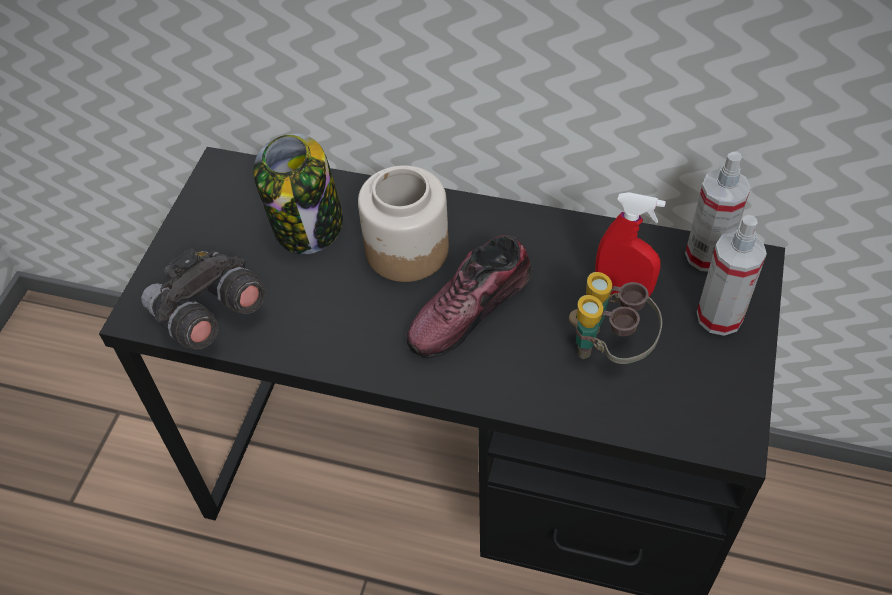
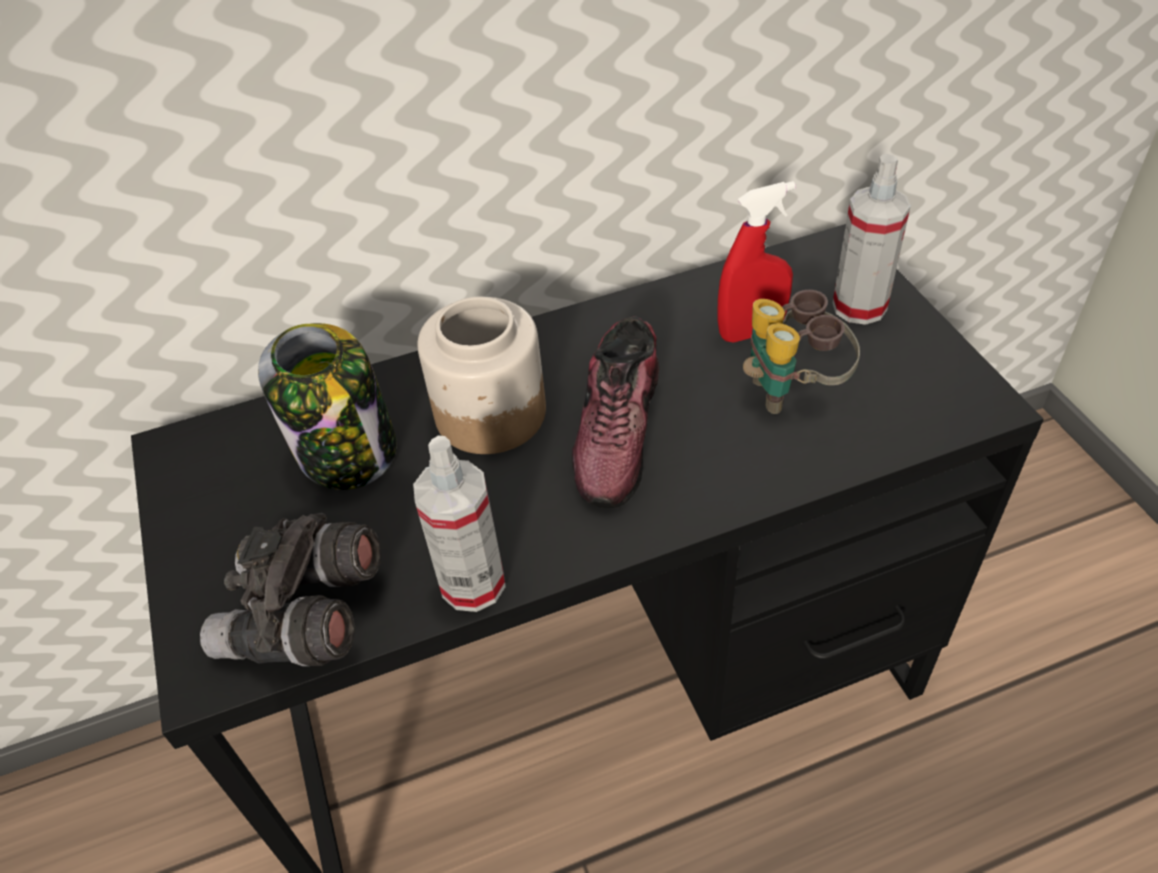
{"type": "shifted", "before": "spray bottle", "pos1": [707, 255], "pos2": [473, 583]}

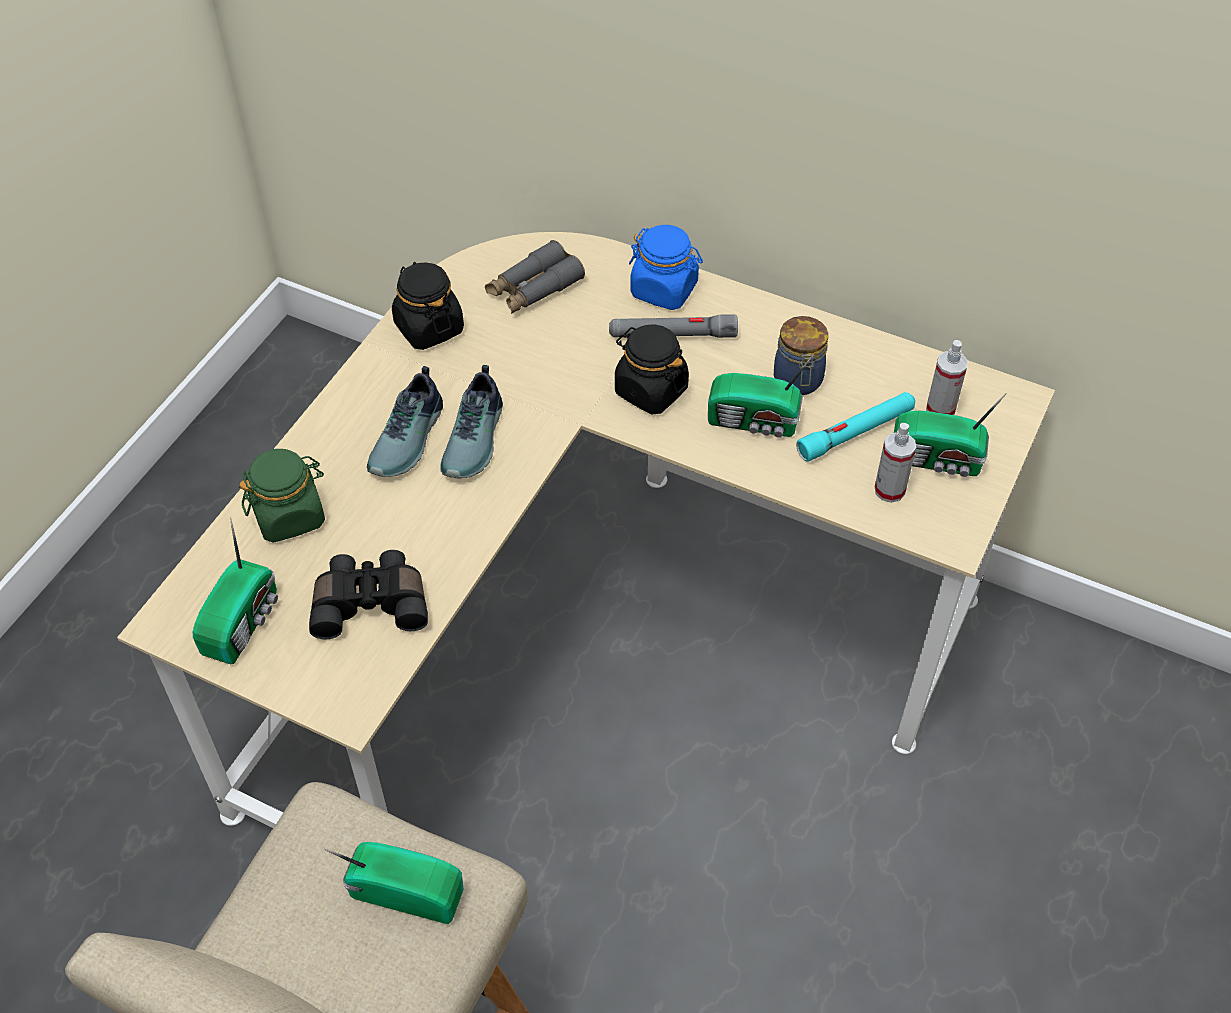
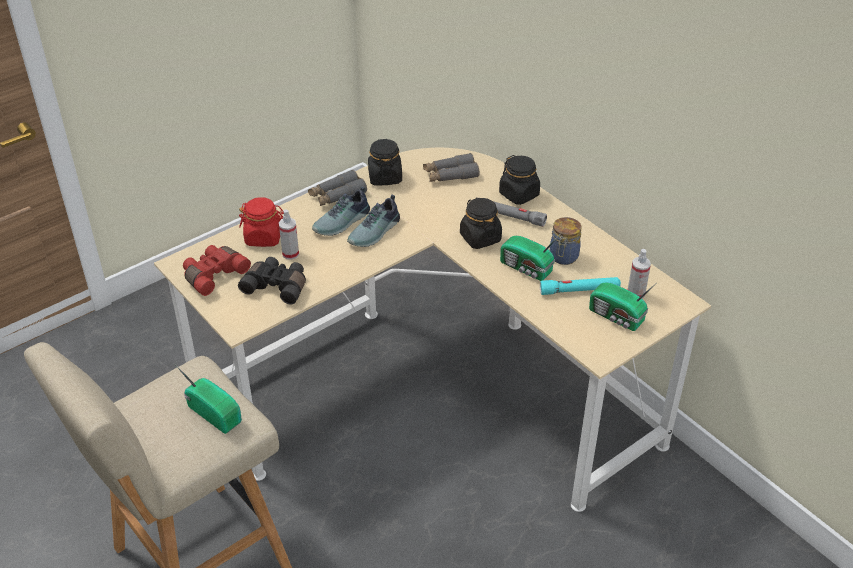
{"type": "swapped", "before": "radio", "after": "red binoculars", "pos1": [244, 621], "pos2": [213, 274]}
{"type": "repainted", "before": "green jar", "after": "red jar", "pos1": [289, 515], "pos2": [264, 237]}
{"type": "shifted", "before": "spray bottle", "pos1": [889, 490], "pos2": [290, 254]}
{"type": "new", "after": "grey binoculars", "pos2": [337, 195]}
{"type": "repainted", "before": "blue jar", "after": "black jar", "pos1": [664, 290], "pos2": [519, 194]}

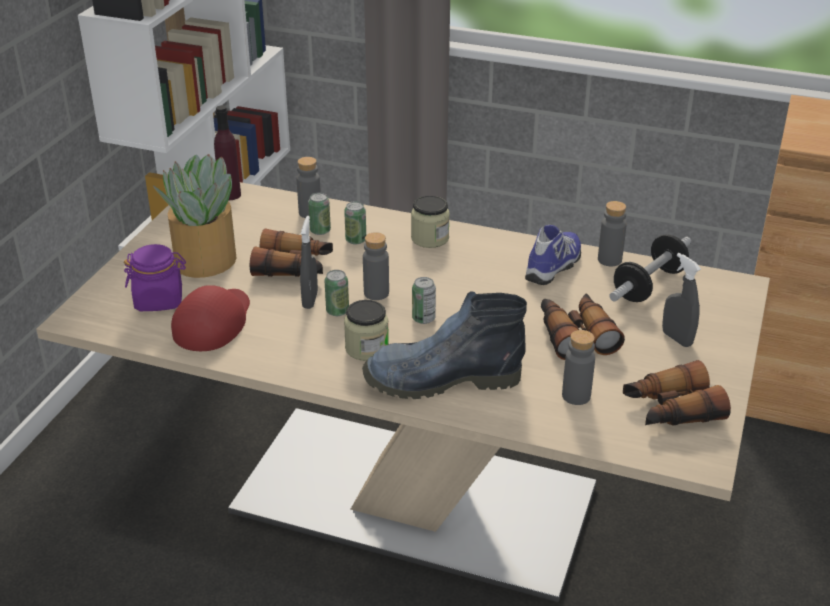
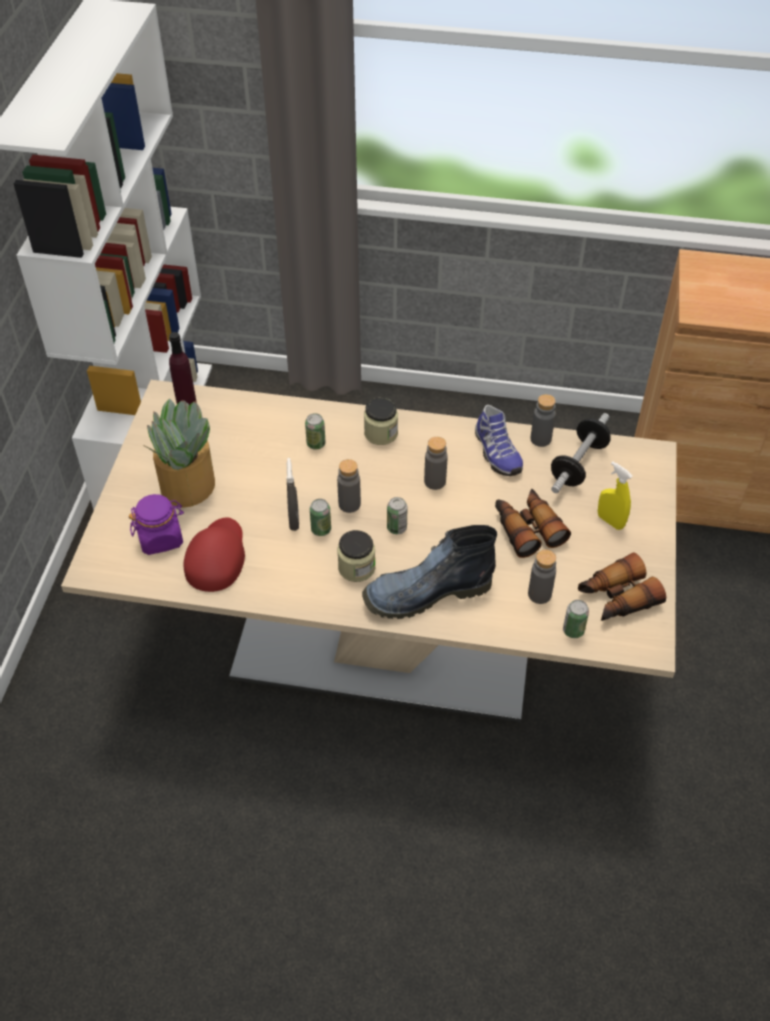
{"type": "shifted", "before": "grey bottle", "pos1": [310, 213], "pos2": [435, 481]}
{"type": "rotated", "before": "shoe", "pos1": [555, 266], "pos2": [495, 453], "turn": 135}
{"type": "shifted", "before": "can", "pos1": [320, 231], "pos2": [573, 630]}
{"type": "repainted", "before": "grey spray bottle", "after": "yellow spray bottle", "pos1": [677, 339], "pos2": [610, 521]}
{"type": "gone", "before": "binoculars", "pos1": [294, 267]}

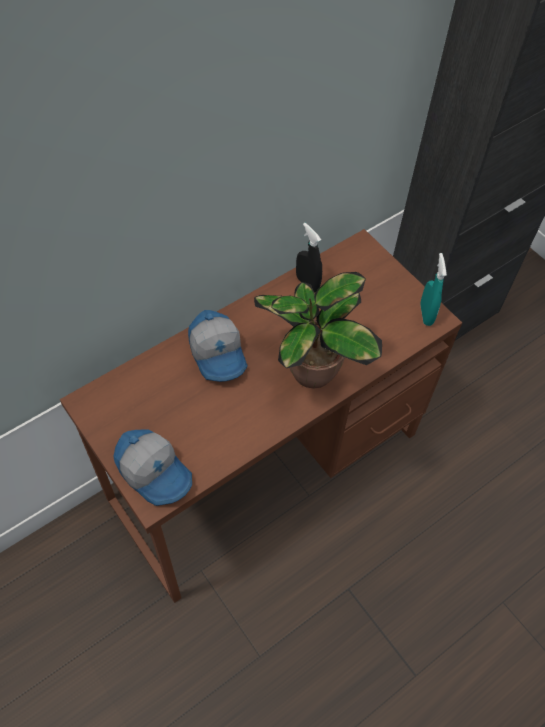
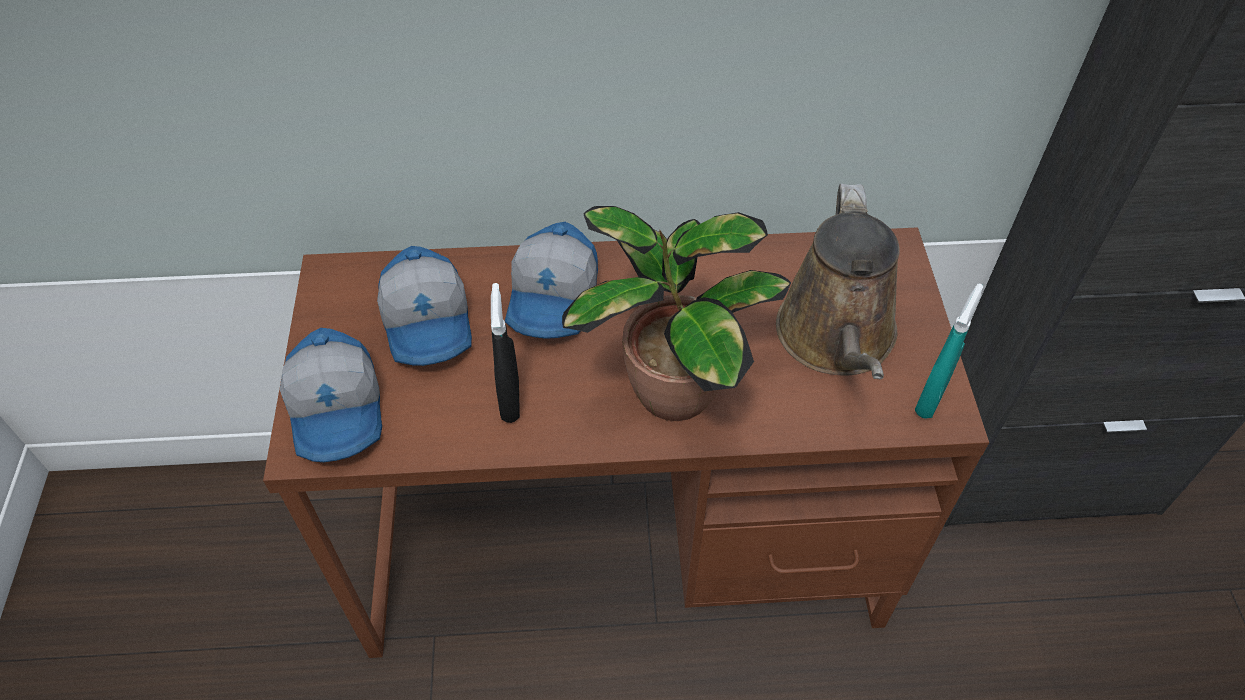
{"type": "new", "after": "cap", "pos2": [430, 323]}
{"type": "shifted", "before": "black spray bottle", "pos1": [307, 283], "pos2": [510, 400]}
{"type": "new", "after": "brown watering can", "pos2": [837, 339]}

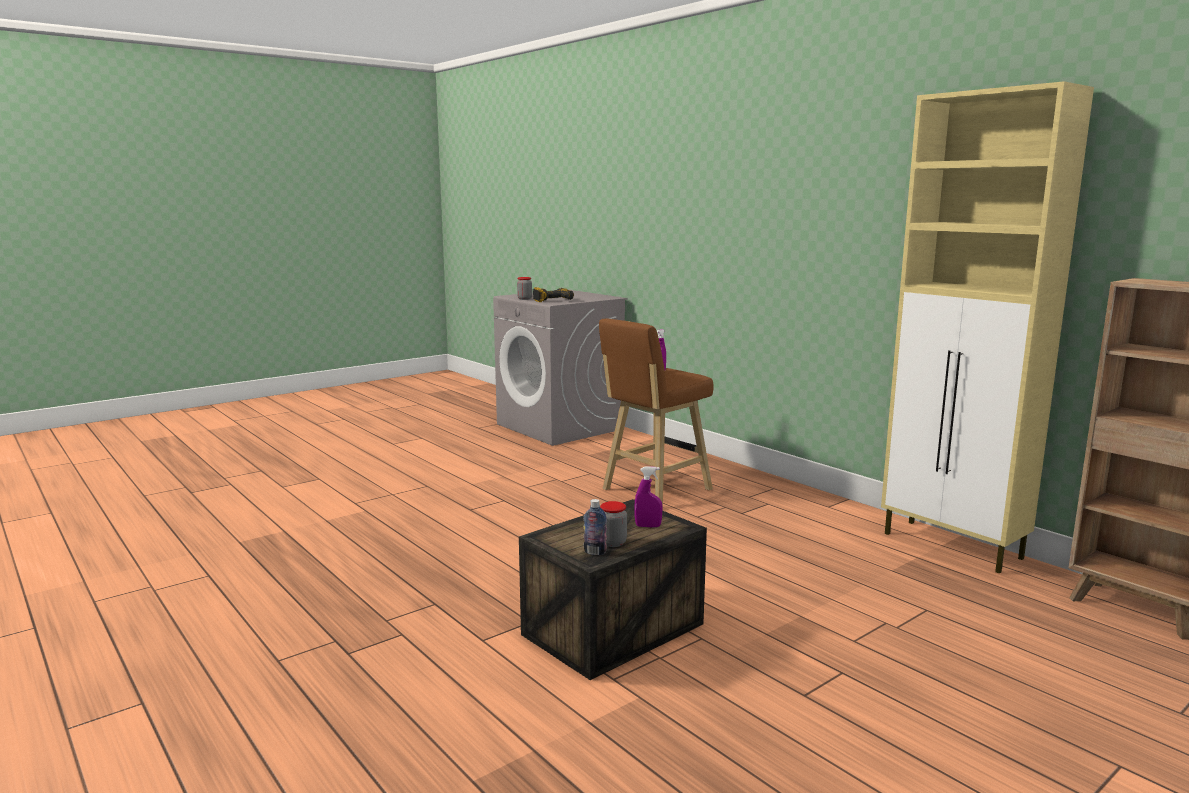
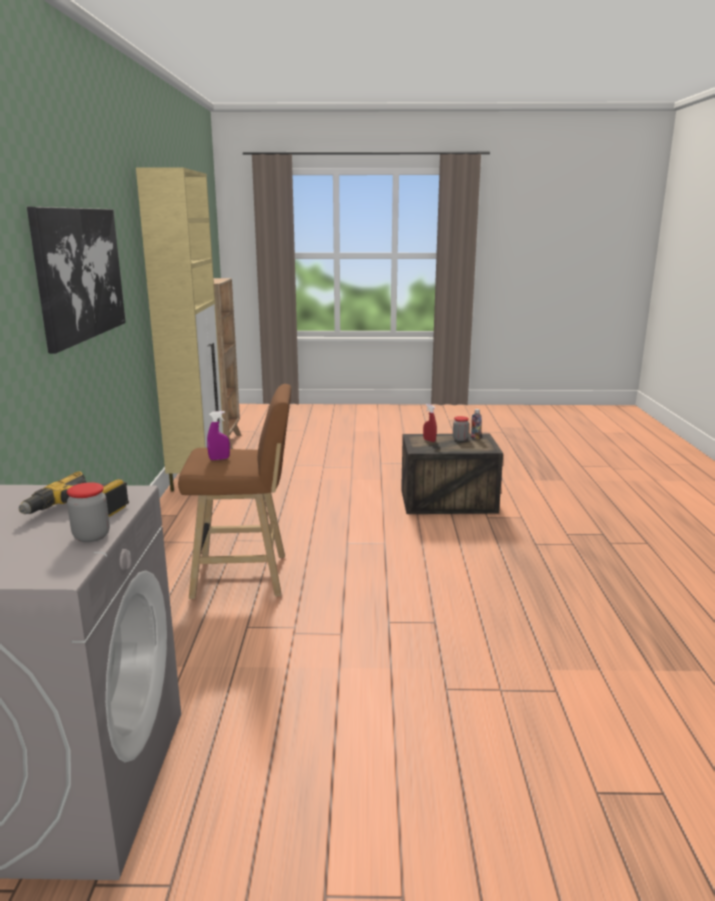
{"type": "new", "after": "picture", "pos2": [80, 274]}
{"type": "repainted", "before": "purple spray bottle", "after": "red spray bottle", "pos1": [648, 526], "pos2": [429, 440]}

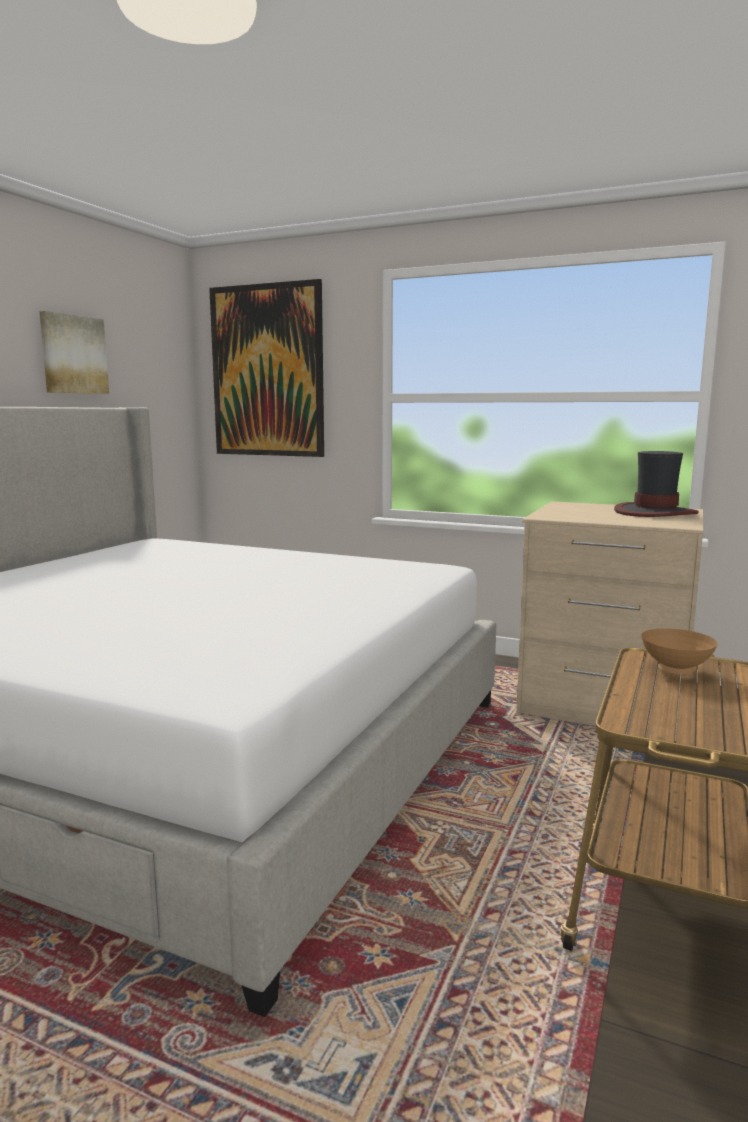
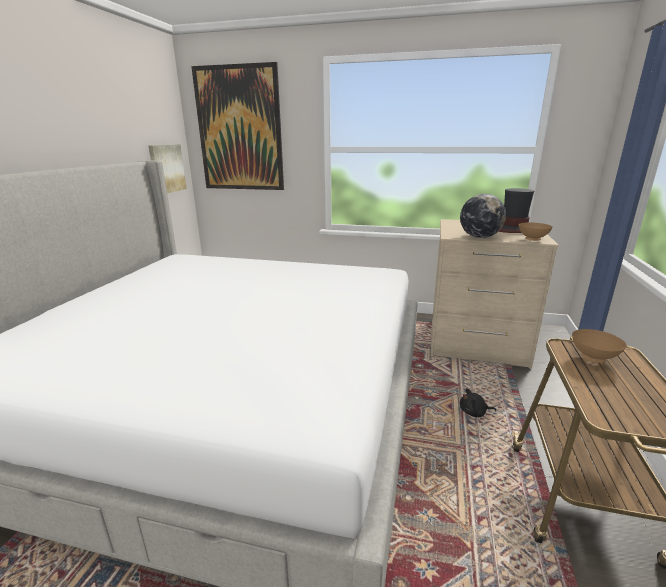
{"type": "shifted", "before": "picture", "pos1": [73, 354], "pos2": [167, 168]}
{"type": "new", "after": "globe", "pos2": [479, 237]}
{"type": "new", "after": "black plush toy", "pos2": [474, 412]}
{"type": "new", "after": "brown bowl", "pos2": [532, 240]}

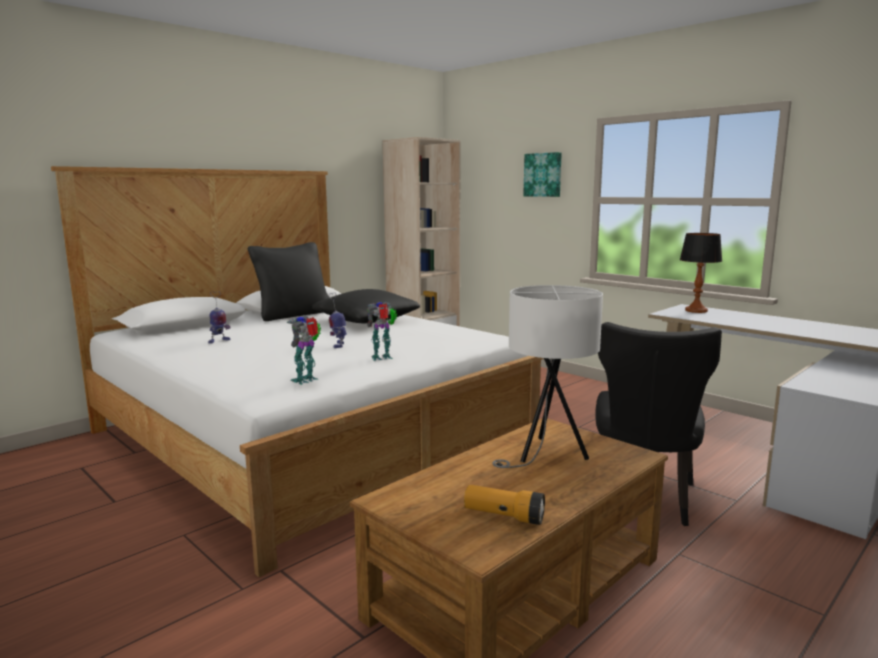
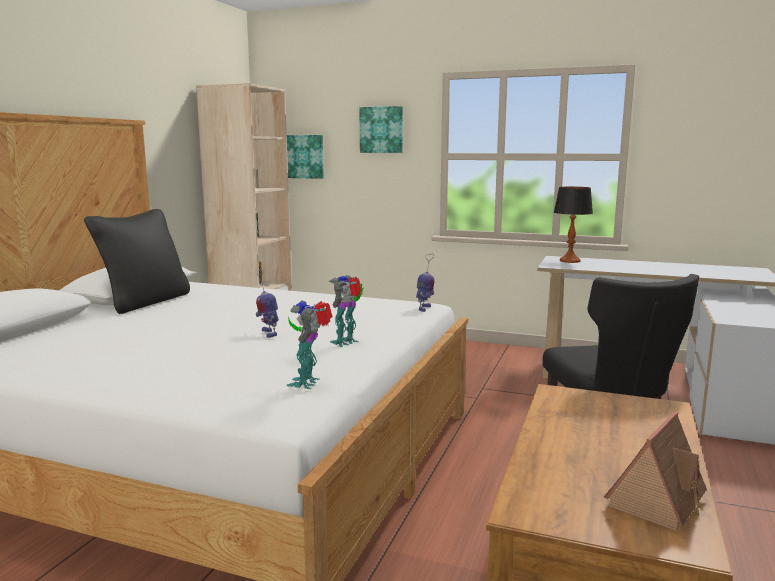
{"type": "new", "after": "picture", "pos2": [304, 156]}
{"type": "shifted", "before": "toy robot", "pos1": [218, 341], "pos2": [424, 308]}
{"type": "swapped", "before": "flashlight", "after": "toy house", "pos1": [504, 516], "pos2": [656, 499]}
{"type": "gone", "before": "black pillow", "pos1": [366, 321]}
{"type": "gone", "before": "white table lamp", "pos1": [546, 455]}

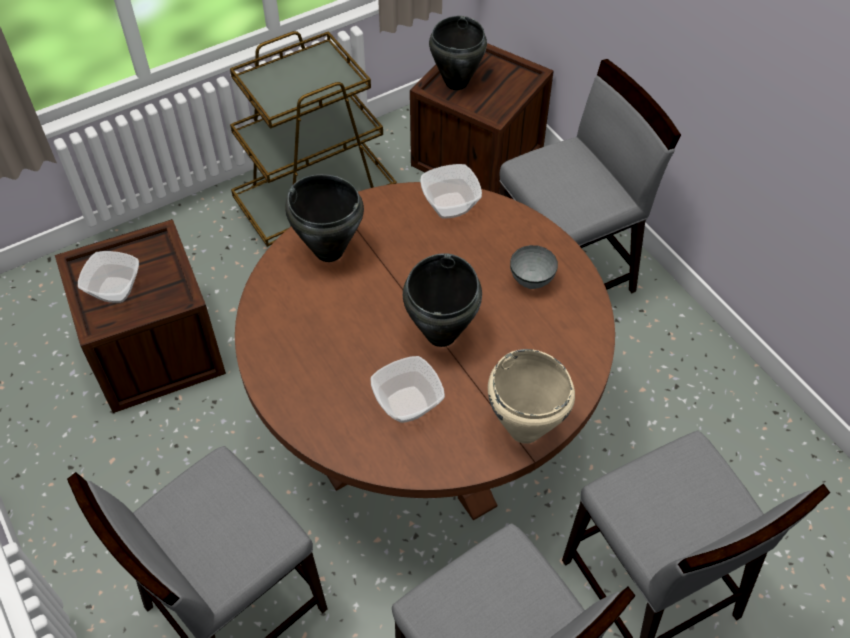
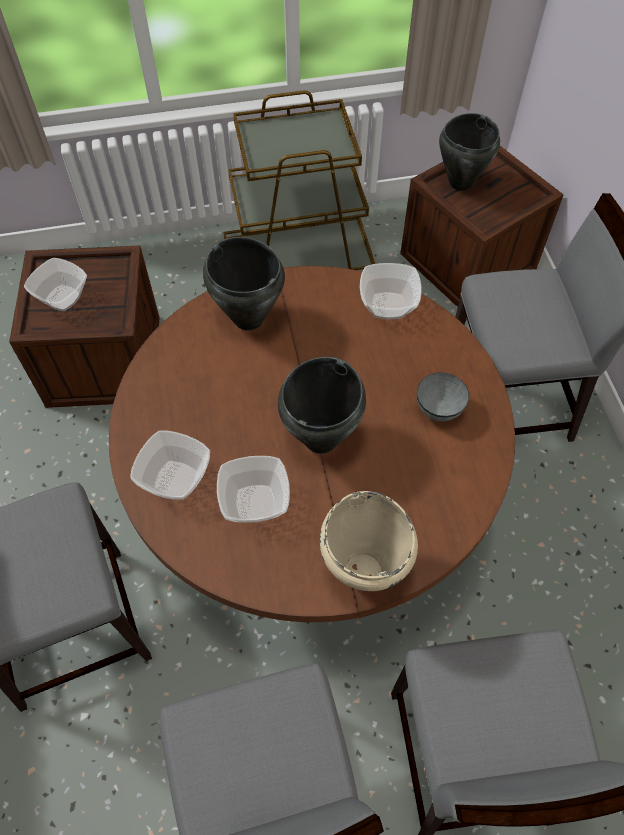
{"type": "new", "after": "bowl", "pos2": [177, 479]}

